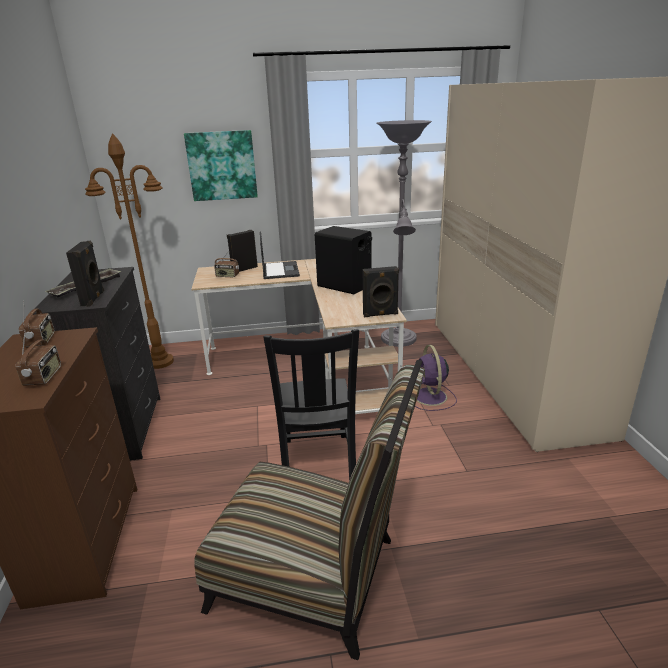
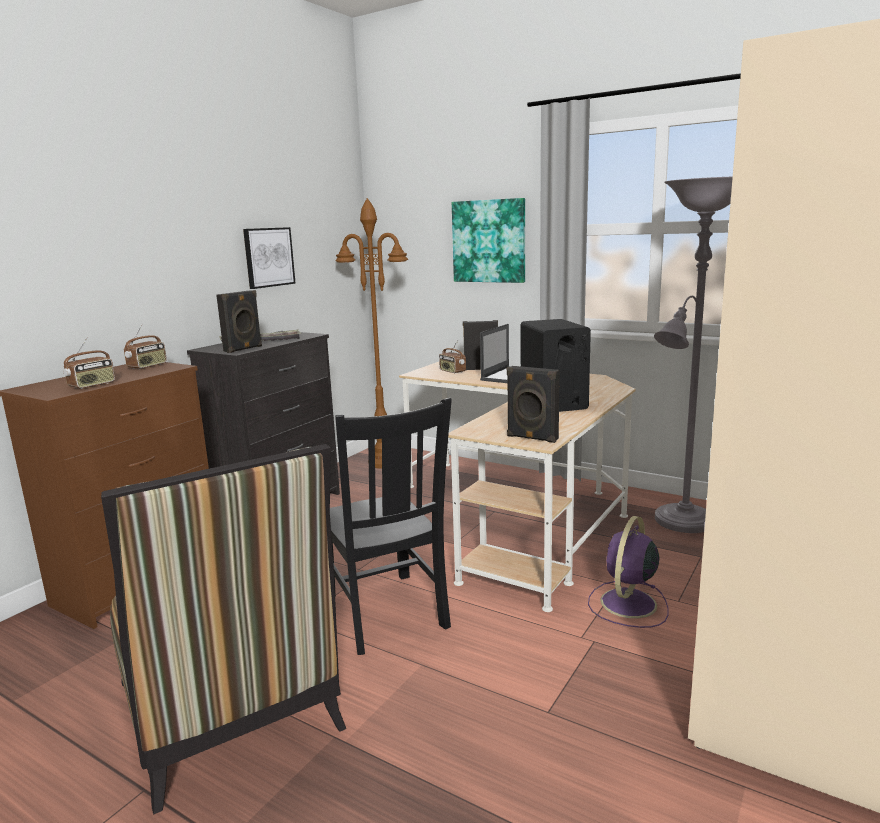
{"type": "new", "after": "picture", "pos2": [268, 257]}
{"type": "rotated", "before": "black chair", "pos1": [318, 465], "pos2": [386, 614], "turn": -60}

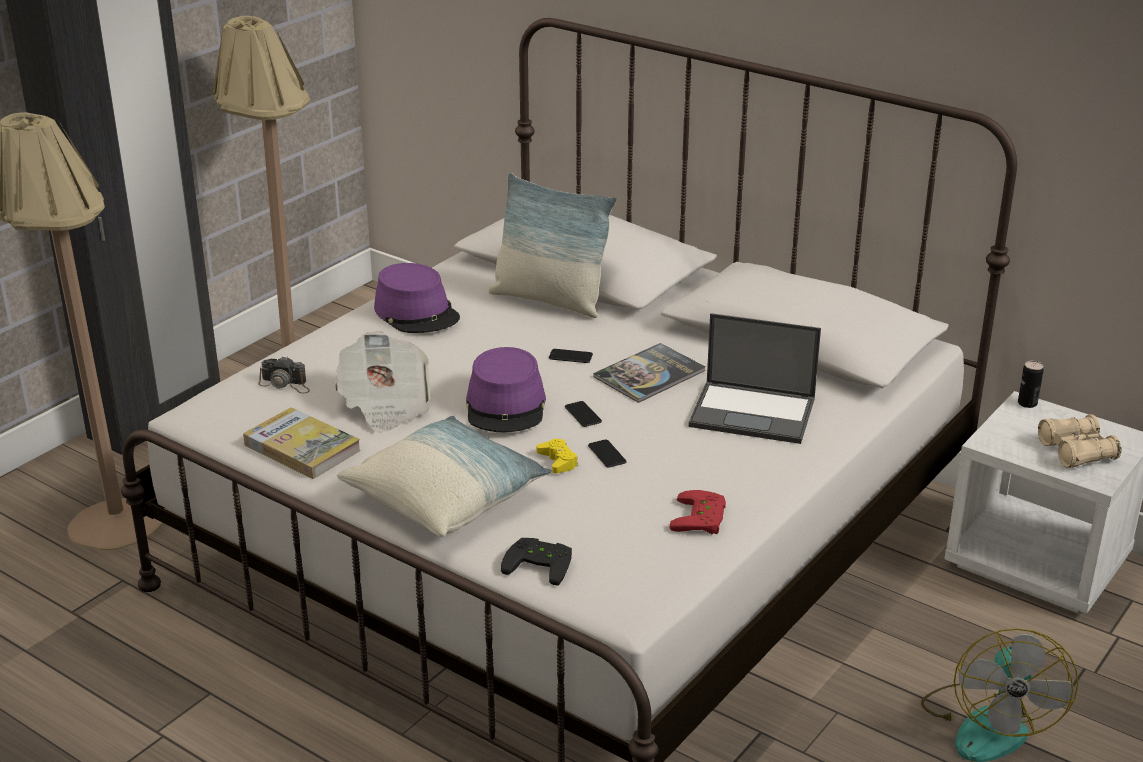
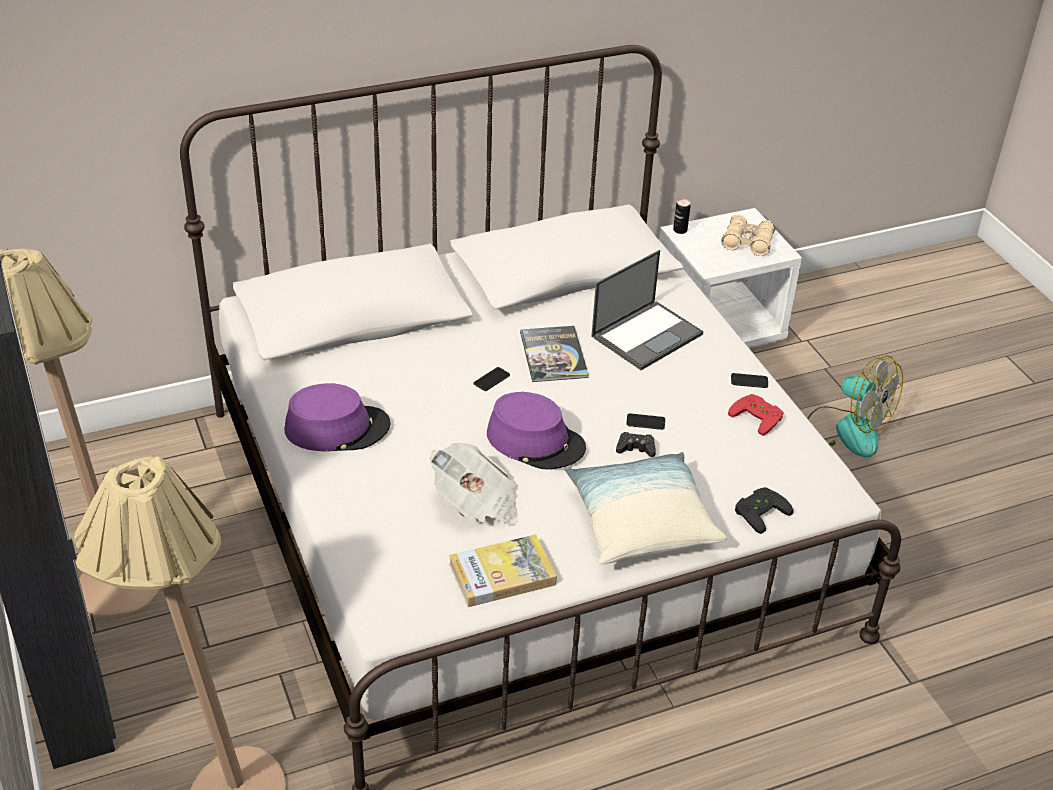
{"type": "repainted", "before": "yellow game controller", "after": "black game controller", "pos1": [558, 461], "pos2": [635, 448]}
{"type": "shifted", "before": "phone", "pos1": [583, 415], "pos2": [749, 381]}
{"type": "gone", "before": "photo camera", "pos1": [285, 384]}
{"type": "gone", "before": "pillow", "pos1": [549, 300]}

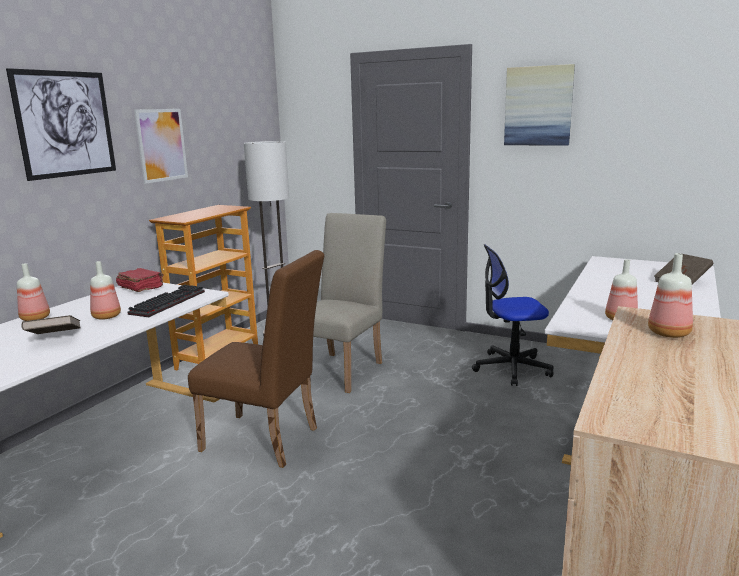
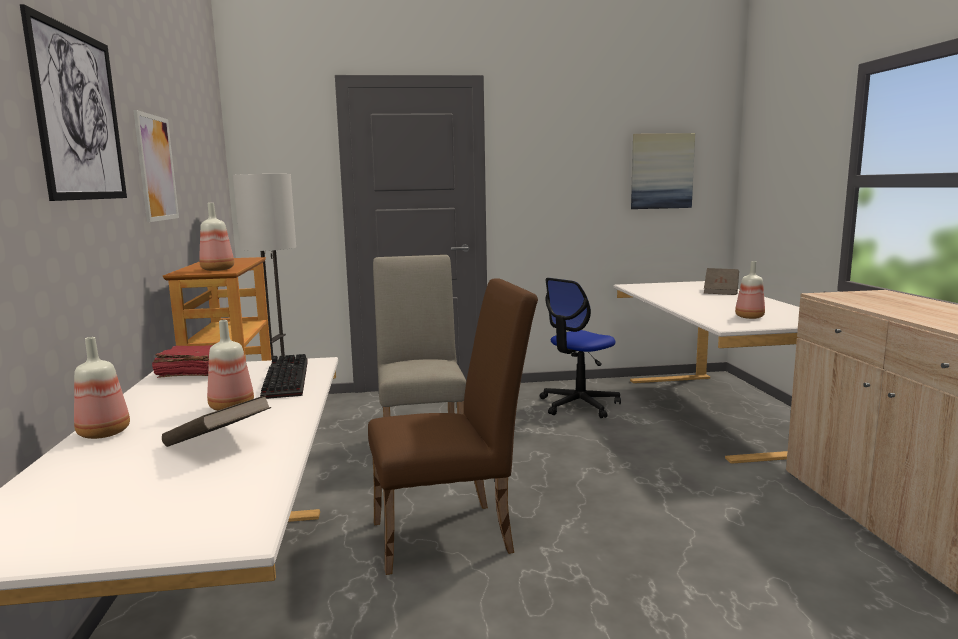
{"type": "shifted", "before": "bottle", "pos1": [670, 333], "pos2": [219, 269]}
{"type": "shifted", "before": "picture", "pos1": [538, 106], "pos2": [661, 171]}

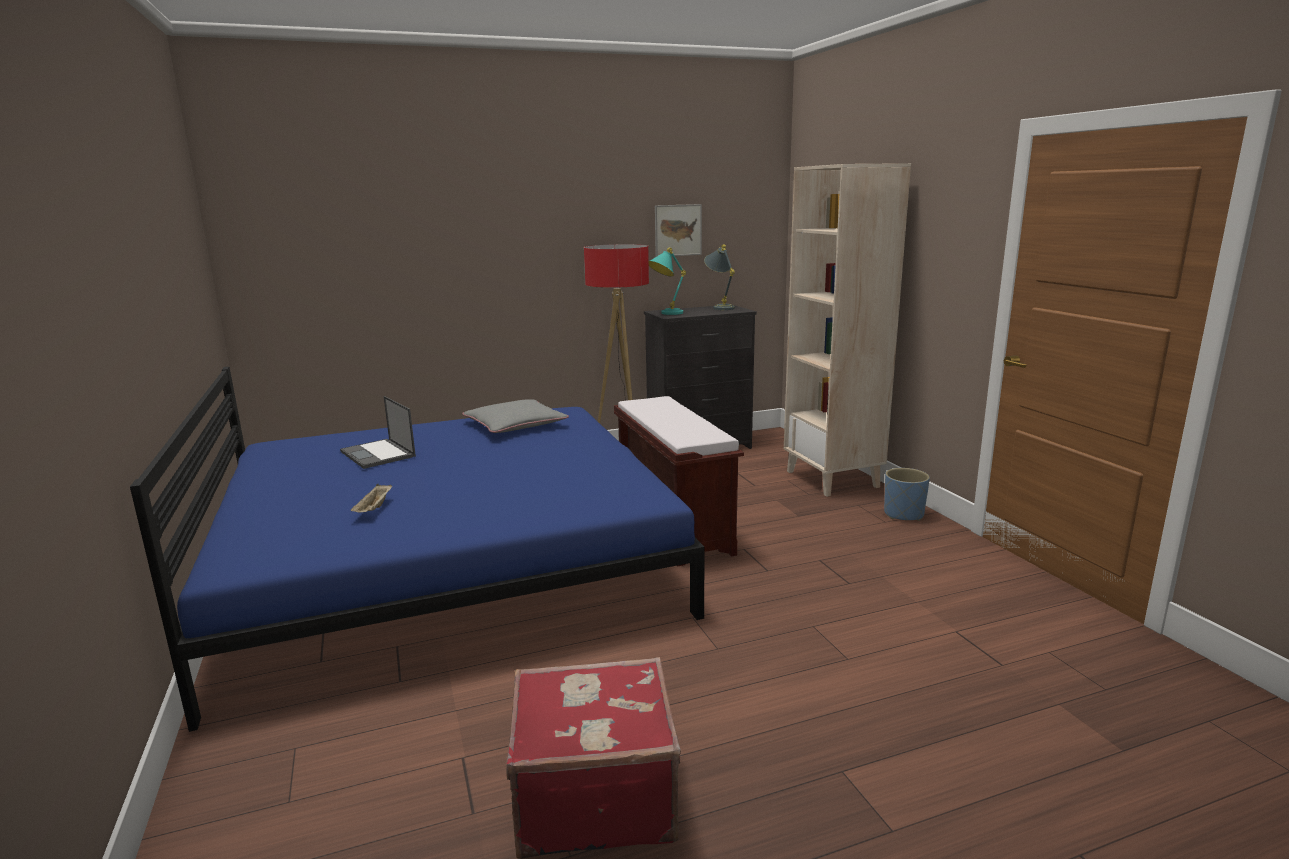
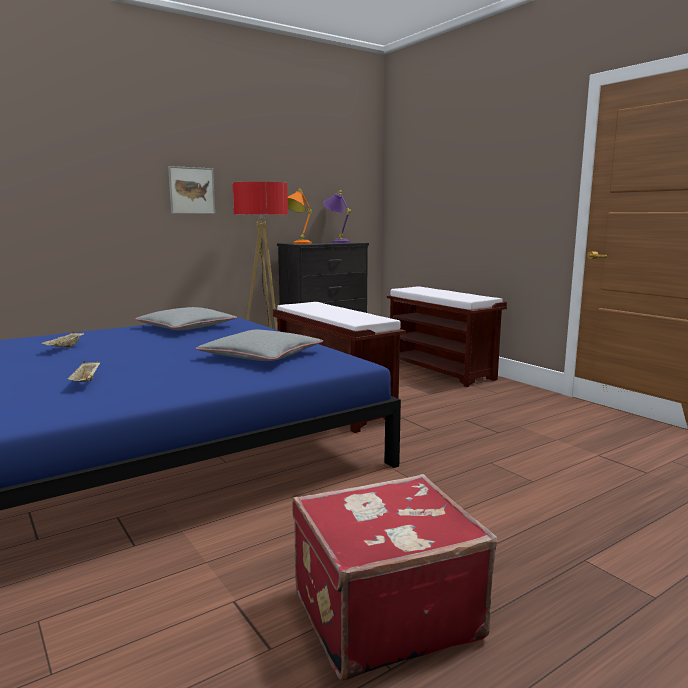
{"type": "swapped", "before": "laptop", "after": "beige tray", "pos1": [378, 454], "pos2": [65, 348]}
{"type": "shifted", "before": "picture", "pos1": [678, 230], "pos2": [192, 190]}
{"type": "new", "after": "grey pillow", "pos2": [261, 356]}
{"type": "repainted", "before": "turquoise table lamp", "after": "orange table lamp", "pos1": [665, 314], "pos2": [297, 243]}
{"type": "repainted", "before": "grey table lamp", "after": "purple table lamp", "pos1": [720, 307], "pos2": [337, 242]}
{"type": "swapped", "before": "beige bookcase", "after": "brown bench", "pos1": [833, 479], "pos2": [441, 370]}
{"type": "gone", "before": "blue planter", "pos1": [904, 514]}

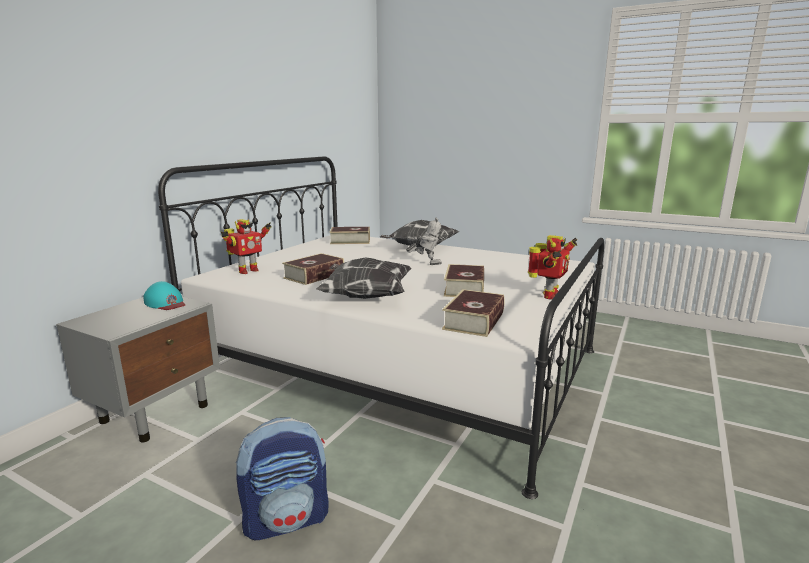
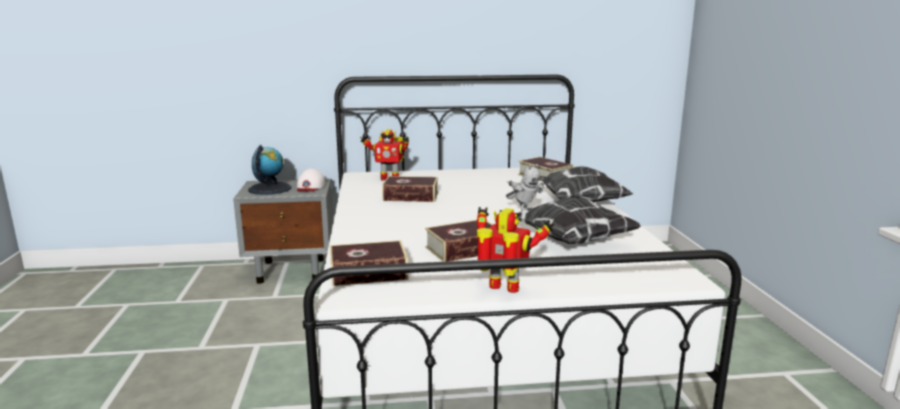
{"type": "new", "after": "globe", "pos2": [269, 188]}
{"type": "repainted", "before": "turquoise cap", "after": "white cap", "pos1": [165, 303], "pos2": [310, 186]}
{"type": "rotated", "before": "toy robot", "pos1": [549, 296], "pos2": [504, 289], "turn": -150}
{"type": "shifted", "before": "pillow", "pos1": [365, 296], "pos2": [573, 240]}
{"type": "gone", "before": "backpack", "pos1": [287, 519]}

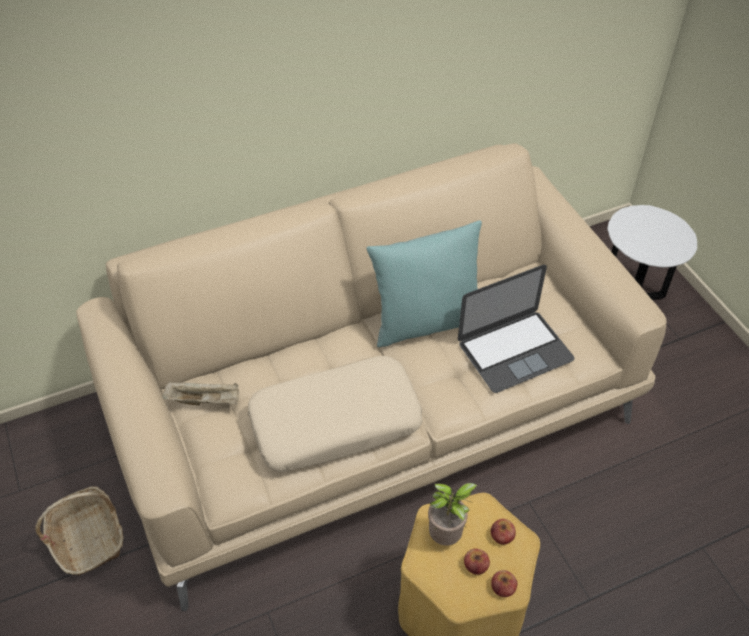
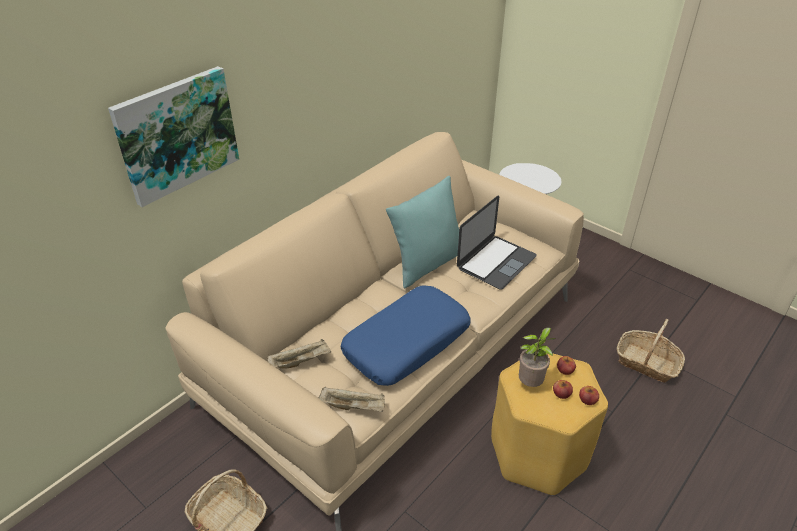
{"type": "new", "after": "picture", "pos2": [177, 134]}
{"type": "new", "after": "beige tray", "pos2": [353, 406]}
{"type": "repainted", "before": "beige pillow", "after": "blue pillow", "pos1": [335, 422], "pos2": [406, 343]}
{"type": "new", "after": "basket", "pos2": [647, 363]}

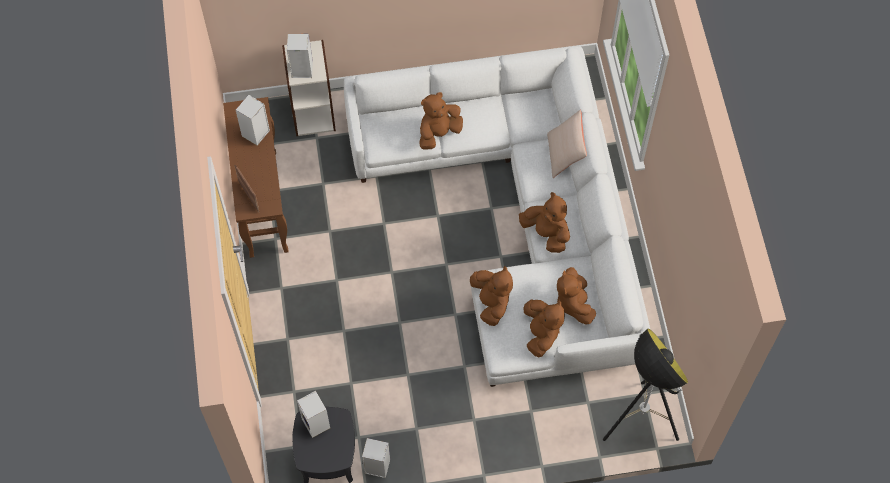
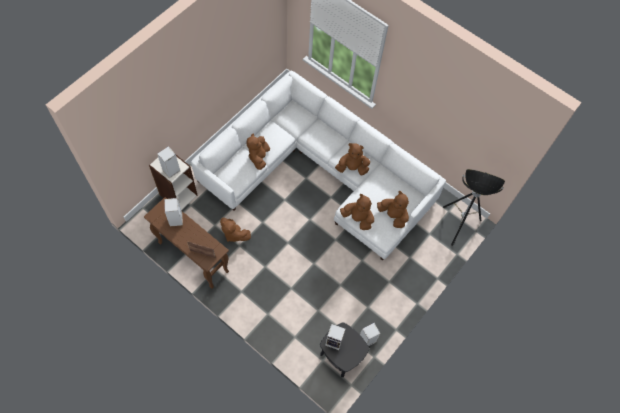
{"type": "shifted", "before": "brown plush toy", "pos1": [573, 302], "pos2": [234, 234]}
{"type": "gone", "before": "beige pillow", "pos1": [565, 154]}

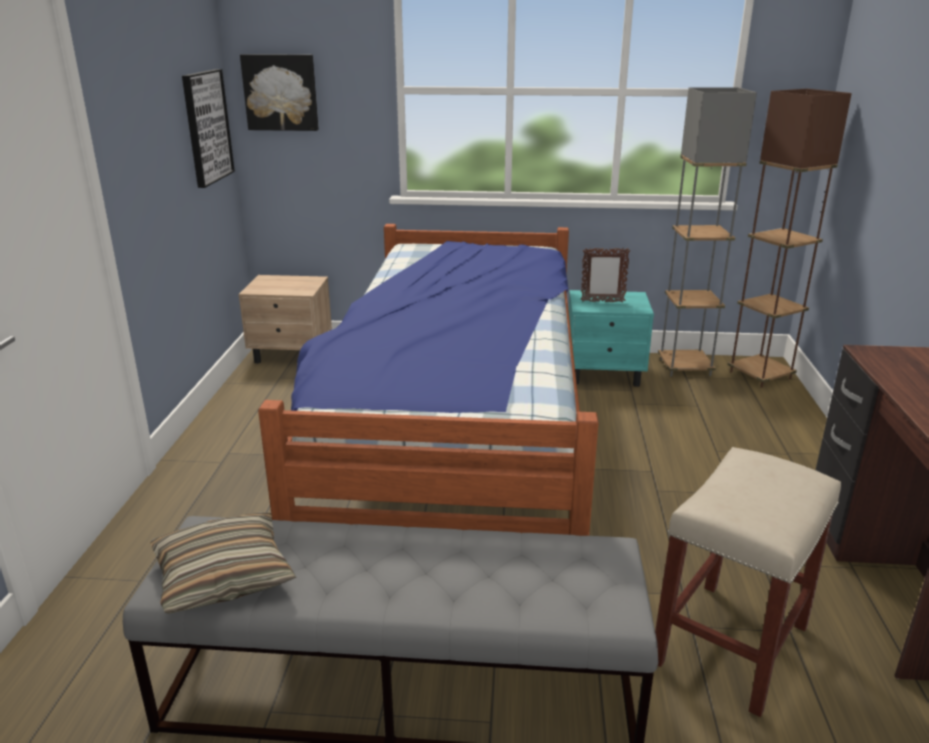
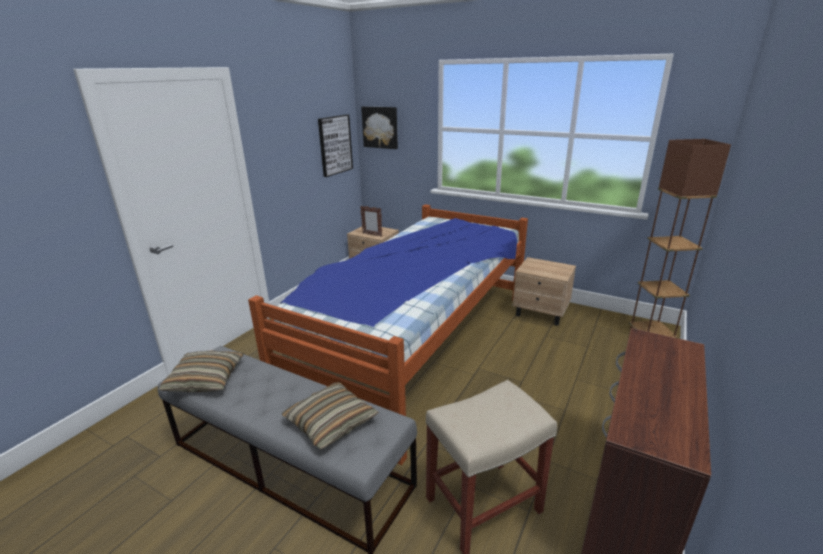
{"type": "new", "after": "pillow", "pos2": [331, 422]}
{"type": "shifted", "before": "picture frame", "pos1": [602, 302], "pos2": [372, 235]}
{"type": "repainted", "before": "turquoise nightstand", "after": "beige nightstand", "pos1": [605, 374], "pos2": [541, 313]}
{"type": "gone", "before": "grey floor lamp", "pos1": [685, 367]}

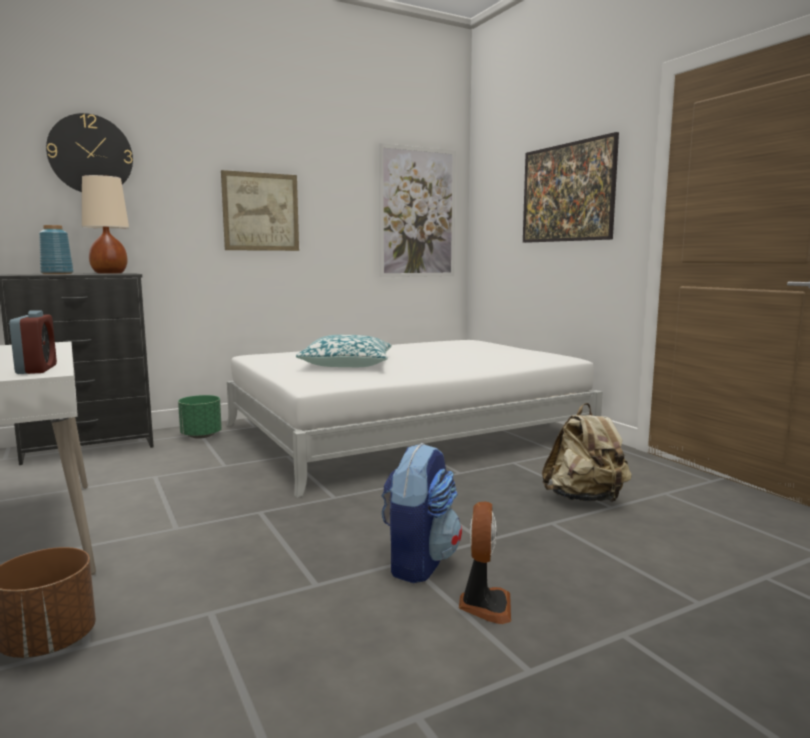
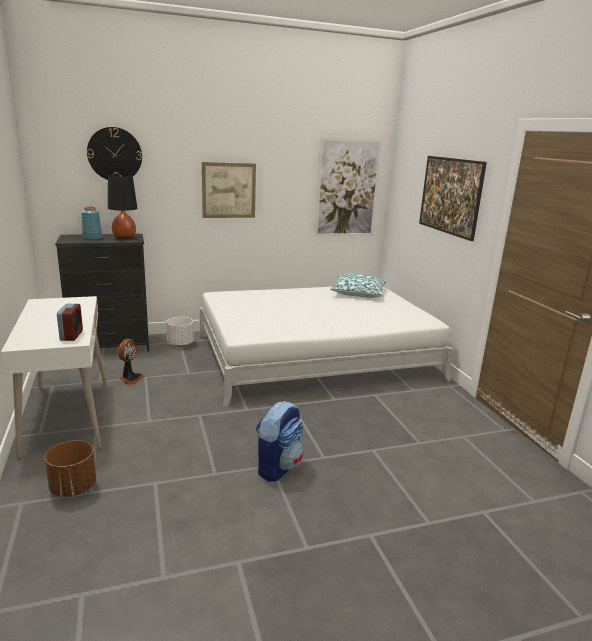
{"type": "repainted", "before": "beige table lamp", "after": "black table lamp", "pos1": [109, 273], "pos2": [124, 238]}
{"type": "shifted", "before": "fan", "pos1": [484, 605], "pos2": [130, 378]}
{"type": "repainted", "before": "green planter", "after": "white planter", "pos1": [201, 436], "pos2": [180, 344]}
{"type": "shifted", "before": "pillow", "pos1": [347, 364], "pos2": [358, 293]}
{"type": "gone", "before": "beige backpack", "pos1": [585, 499]}

